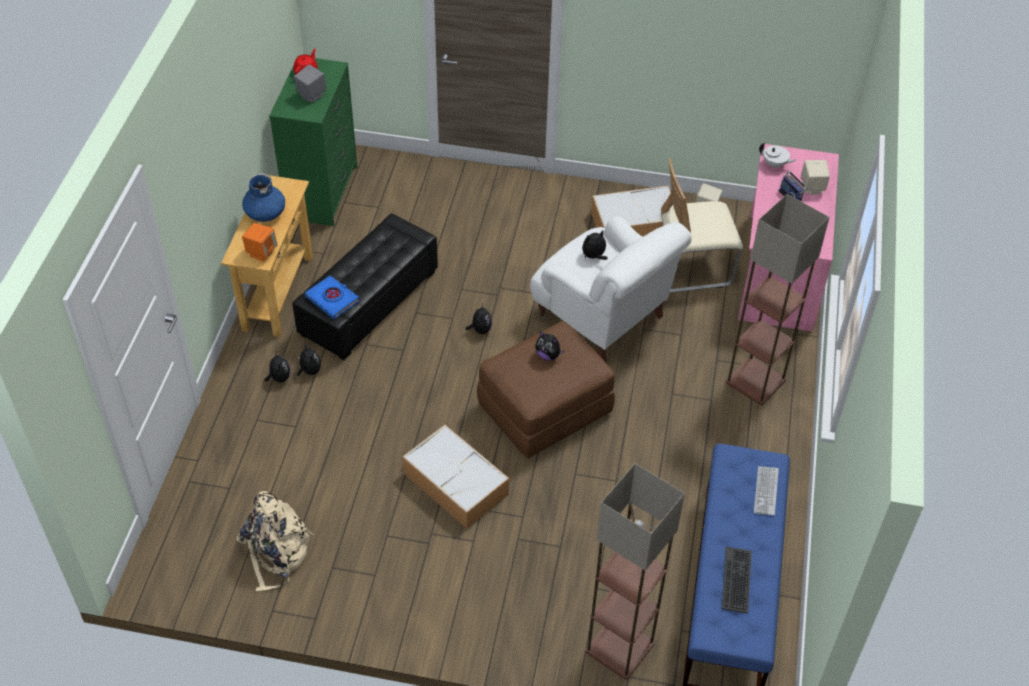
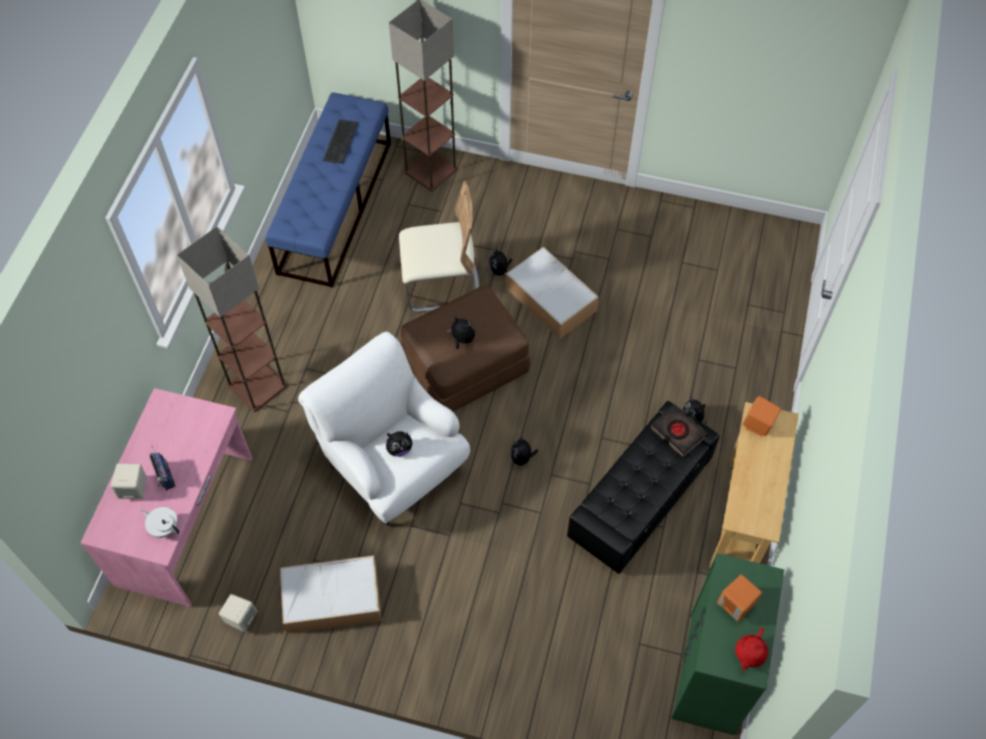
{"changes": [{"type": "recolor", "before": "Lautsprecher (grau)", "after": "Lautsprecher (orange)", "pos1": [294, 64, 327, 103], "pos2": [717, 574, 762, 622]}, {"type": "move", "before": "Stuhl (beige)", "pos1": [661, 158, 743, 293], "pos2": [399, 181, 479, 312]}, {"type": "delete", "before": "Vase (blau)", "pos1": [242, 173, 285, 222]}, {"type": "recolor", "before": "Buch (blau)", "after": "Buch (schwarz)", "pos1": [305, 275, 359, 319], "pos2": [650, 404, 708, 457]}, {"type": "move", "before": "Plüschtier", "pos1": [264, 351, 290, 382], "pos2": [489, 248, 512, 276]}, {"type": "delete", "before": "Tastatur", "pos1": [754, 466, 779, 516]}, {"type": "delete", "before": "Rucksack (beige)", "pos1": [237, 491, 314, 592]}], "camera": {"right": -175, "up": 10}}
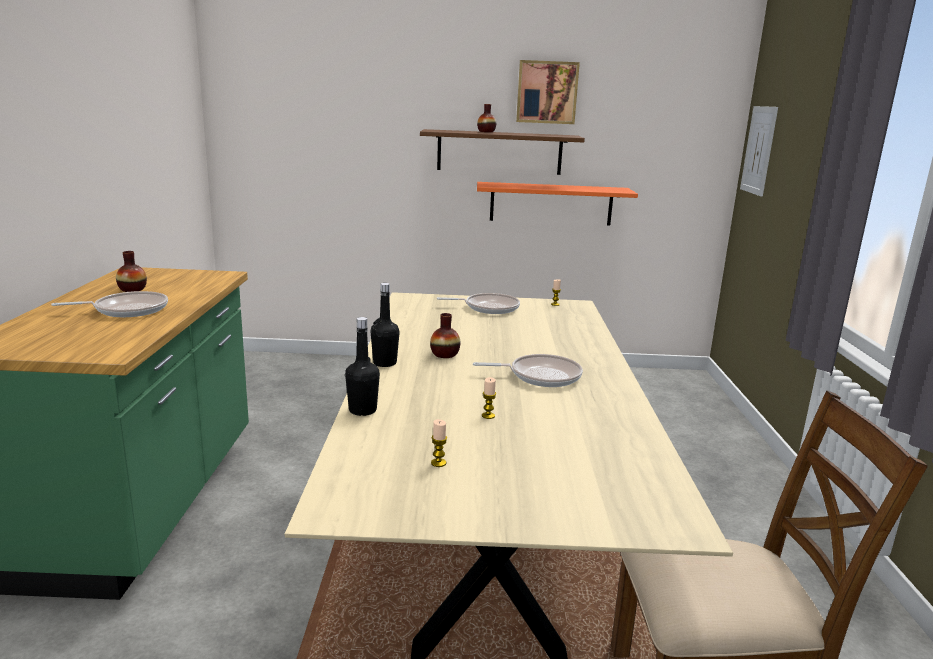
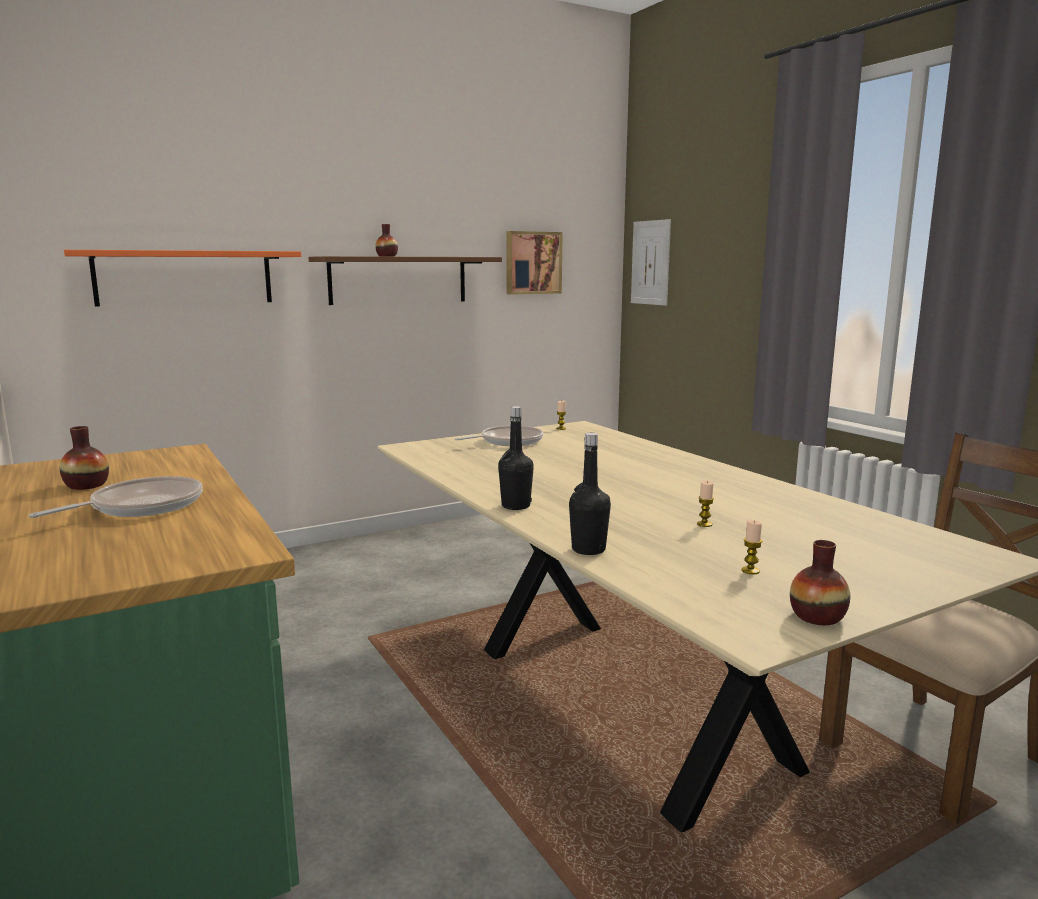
{"changes": [{"type": "move", "before": "Bild", "pos1": [516, 60, 580, 124], "pos2": [506, 231, 563, 295]}, {"type": "move", "before": "Wandregal (orange)", "pos1": [477, 182, 638, 225], "pos2": [64, 250, 301, 306]}, {"type": "move", "before": "Vase", "pos1": [430, 313, 460, 358], "pos2": [790, 540, 850, 625]}, {"type": "delete", "before": "Pfanne", "pos1": [473, 354, 583, 387]}], "camera": {"right": -30, "up": -5}}
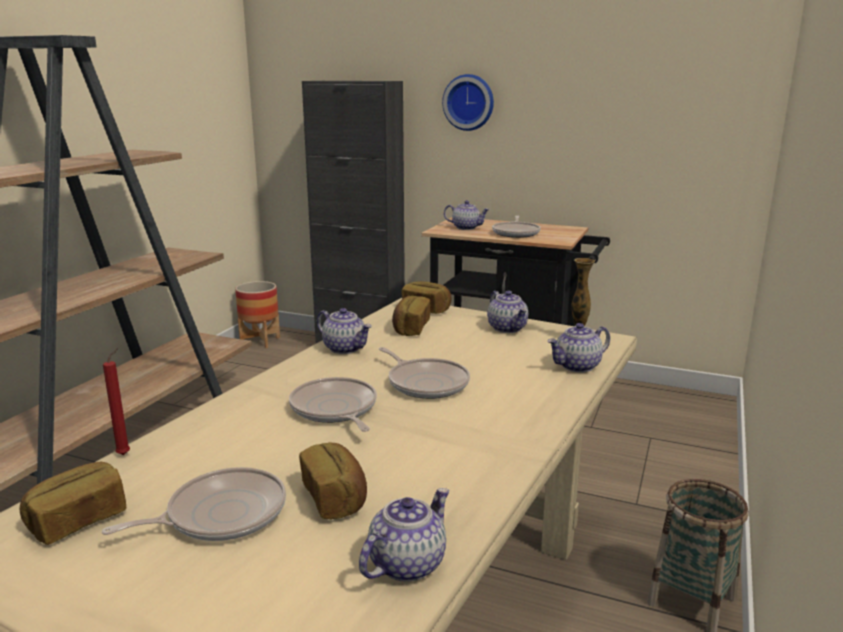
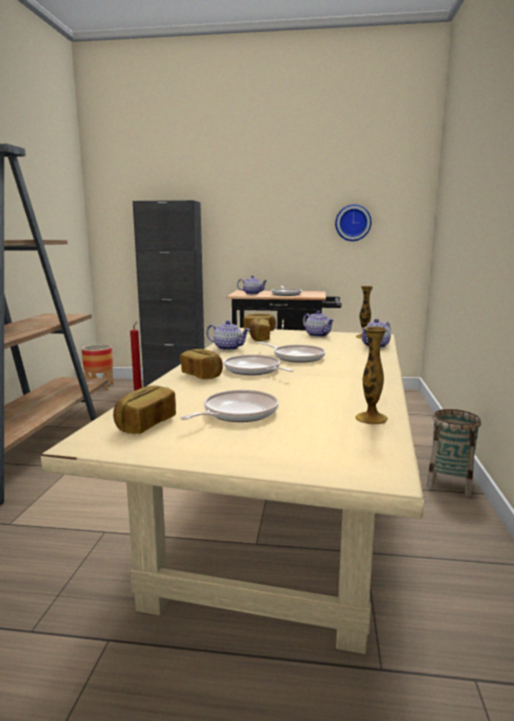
{"changes": [{"type": "move", "before": "Wanduhr", "pos1": [442, 74, 494, 131], "pos2": [335, 204, 372, 241]}, {"type": "move", "before": "Brot", "pos1": [299, 442, 367, 519], "pos2": [180, 349, 223, 379]}, {"type": "replace", "before": "Teekanne", "after": "Vase", "pos1": [359, 488, 449, 582], "pos2": [355, 326, 388, 425]}], "camera": {"right": -15, "up": -5}}
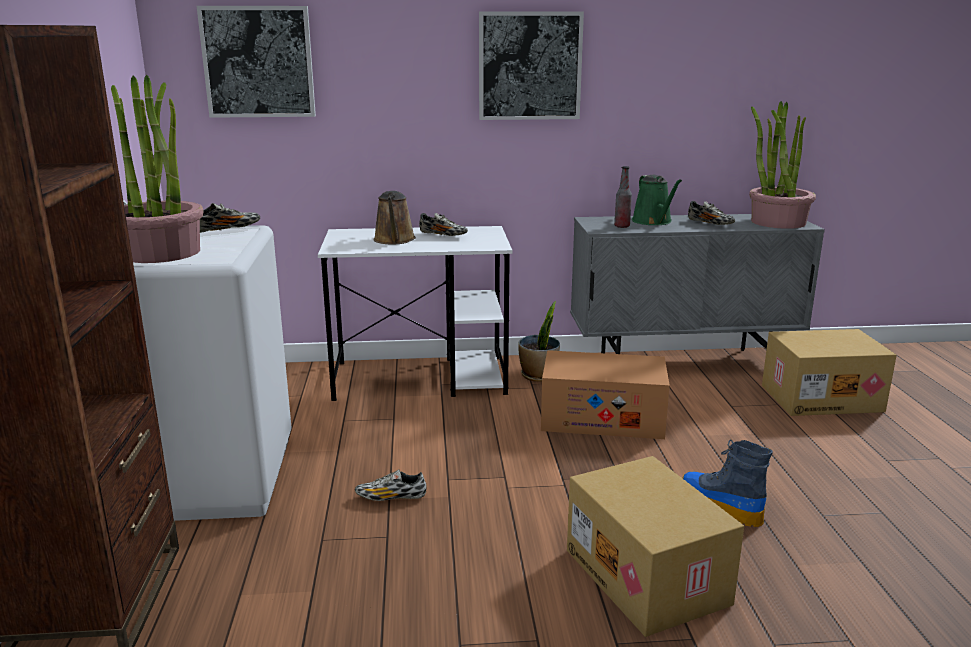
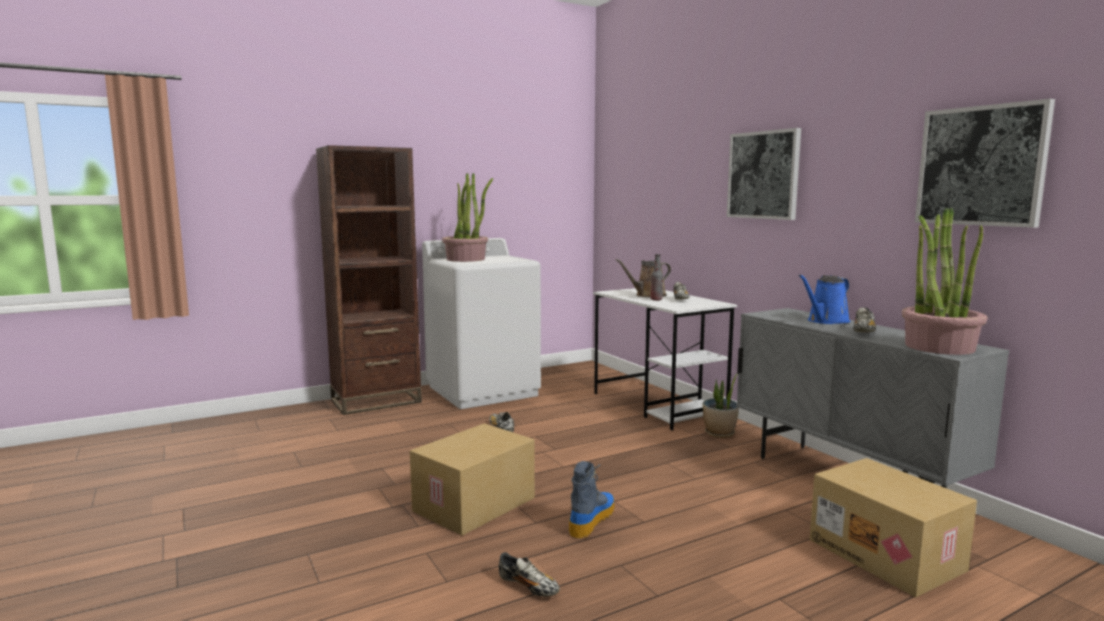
{"changes": [{"type": "move", "before": "Bild", "pos1": [197, 6, 316, 118], "pos2": [915, 99, 1055, 228]}, {"type": "move", "before": "Flasche", "pos1": [614, 166, 632, 228], "pos2": [650, 254, 663, 301]}, {"type": "recolor", "before": "Gießkanne (grün)", "after": "Gießkanne (blau)", "pos1": [632, 175, 682, 225], "pos2": [799, 275, 850, 324]}, {"type": "move", "before": "Schuh", "pos1": [200, 203, 260, 233], "pos2": [499, 552, 560, 597]}, {"type": "delete", "before": "Karton", "pos1": [541, 350, 670, 439]}], "camera": {"right": 65, "up": -10}}
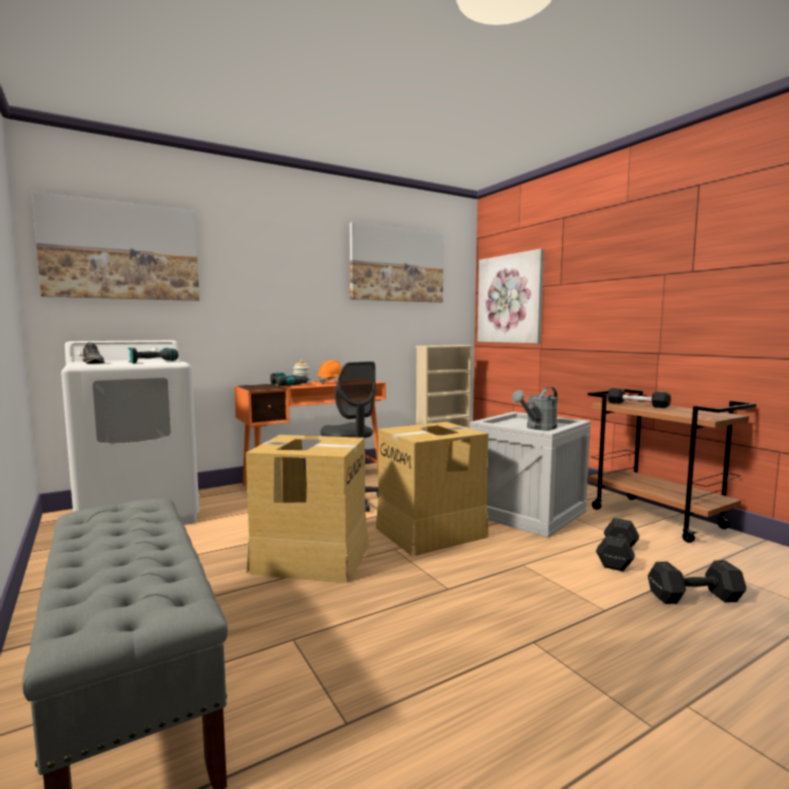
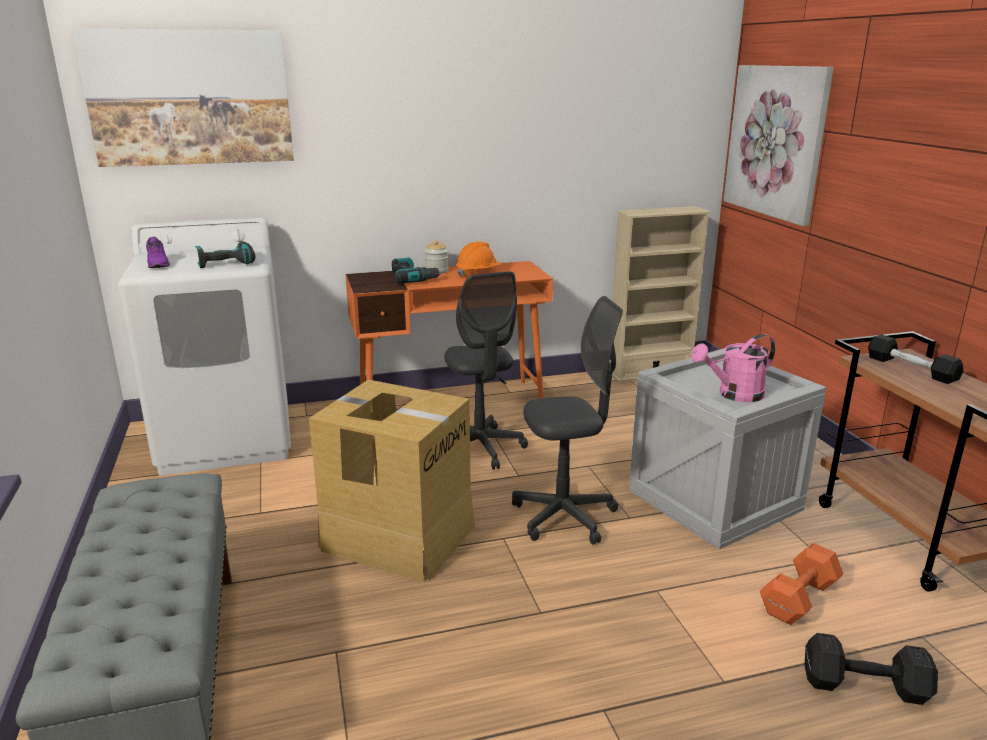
{"changes": [{"type": "delete", "before": "Bild", "pos1": [349, 222, 444, 303]}, {"type": "recolor", "before": "Schuh (grau)", "after": "Schuh (lila)", "pos1": [83, 342, 105, 364], "pos2": [146, 237, 170, 268]}, {"type": "recolor", "before": "Gießkanne (grau)", "after": "Gießkanne (rosa)", "pos1": [512, 387, 558, 431], "pos2": [691, 334, 775, 402]}, {"type": "replace", "before": "Karton", "after": "Bürostuhl (grau)", "pos1": [376, 422, 489, 556], "pos2": [512, 296, 623, 545]}, {"type": "recolor", "before": "Hantel (schwarz)", "after": "Hantel (orange)", "pos1": [596, 518, 639, 571], "pos2": [760, 543, 843, 625]}], "camera": {"right": 15, "up": 15}}
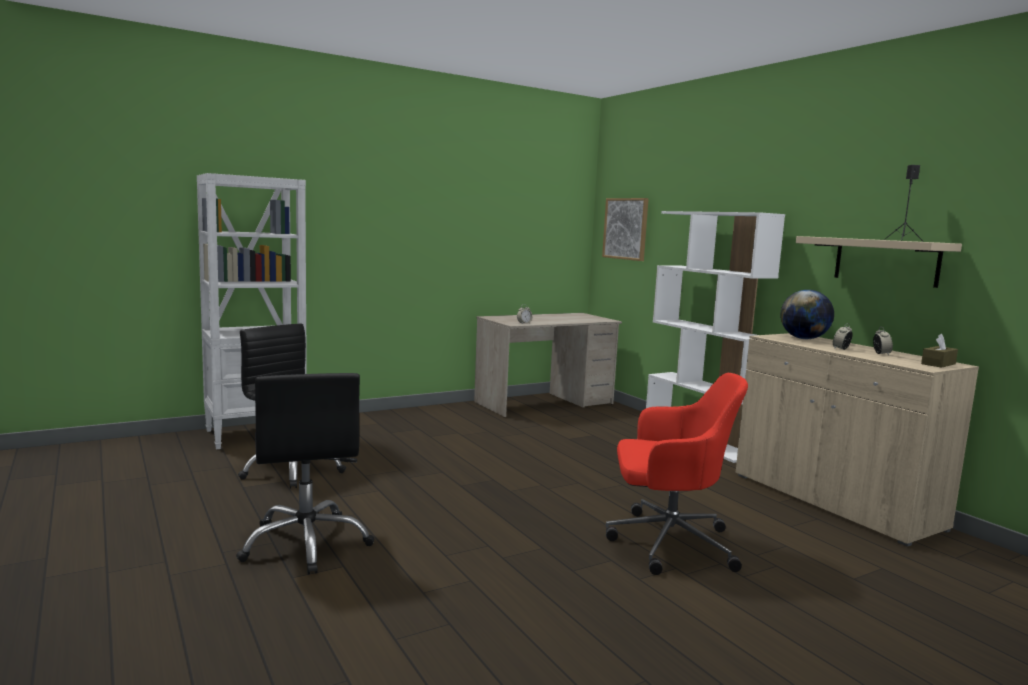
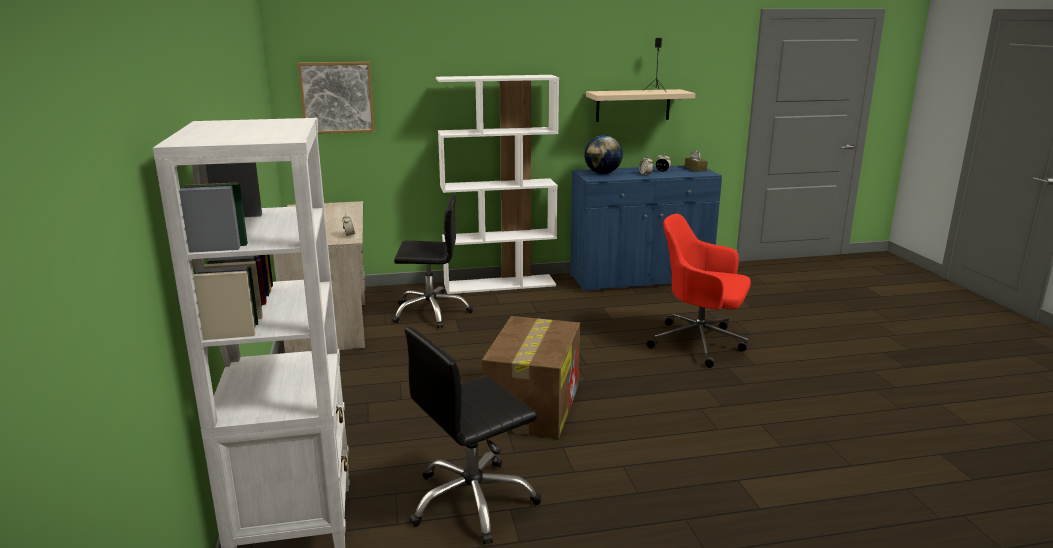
{"changes": [{"type": "recolor", "before": "Schrank (beige)", "after": "Schrank (blau)", "pos1": [736, 333, 979, 547], "pos2": [570, 165, 722, 292]}, {"type": "move", "before": "Bürostuhl (schwarz)", "pos1": [236, 373, 374, 575], "pos2": [392, 195, 473, 328]}, {"type": "rotate", "before": "Bürostuhl (rot)", "pos1": [606, 373, 748, 575], "pos2": [647, 214, 751, 368], "turn": -90}, {"type": "insert", "after": "Karton", "pos2": [482, 316, 580, 439]}], "camera": {"right": -70, "up": 10}}
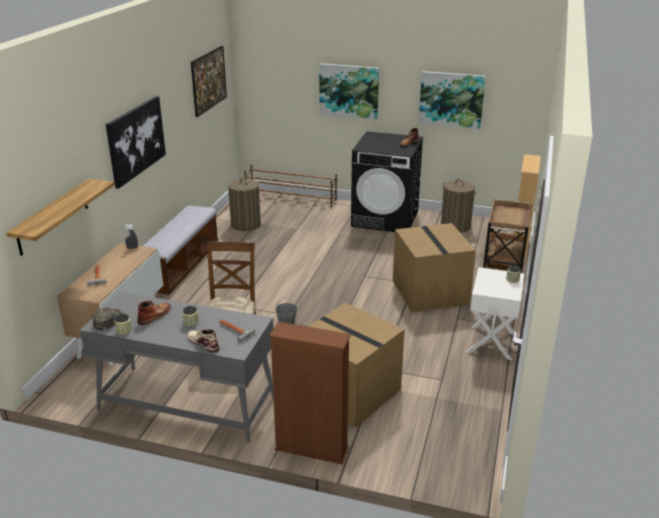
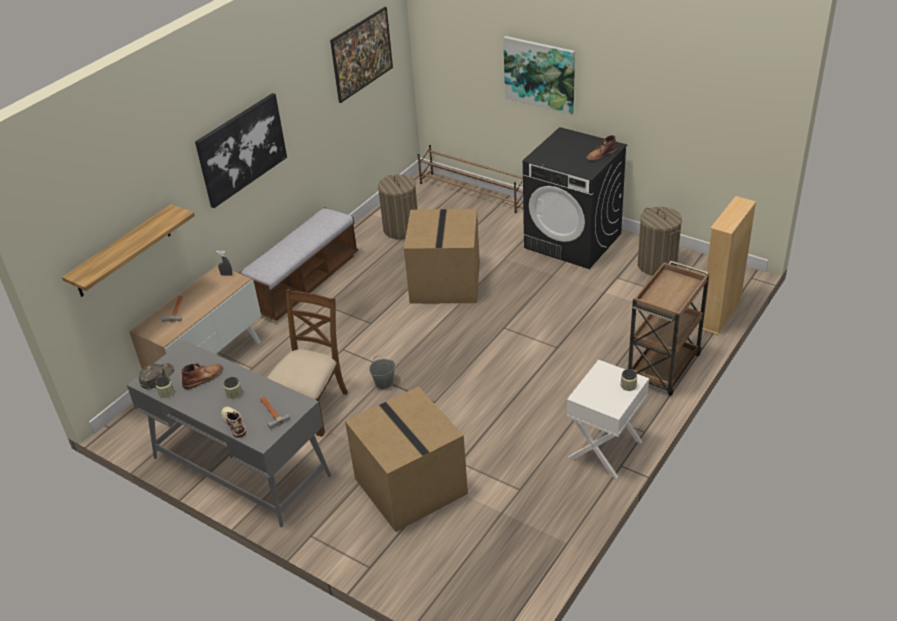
{"changes": [{"type": "delete", "before": "Bild", "pos1": [419, 71, 486, 130]}, {"type": "move", "before": "Karton", "pos1": [393, 223, 476, 312], "pos2": [404, 209, 480, 304]}, {"type": "delete", "before": "Bücherregal (braun)", "pos1": [269, 322, 351, 465]}], "camera": {"right": 20, "up": 10}}
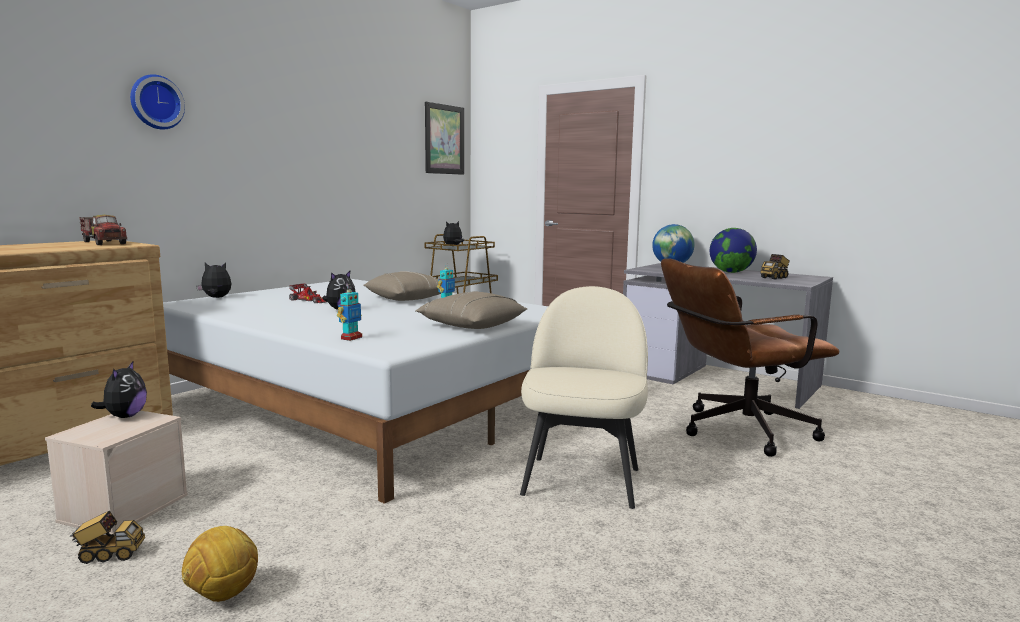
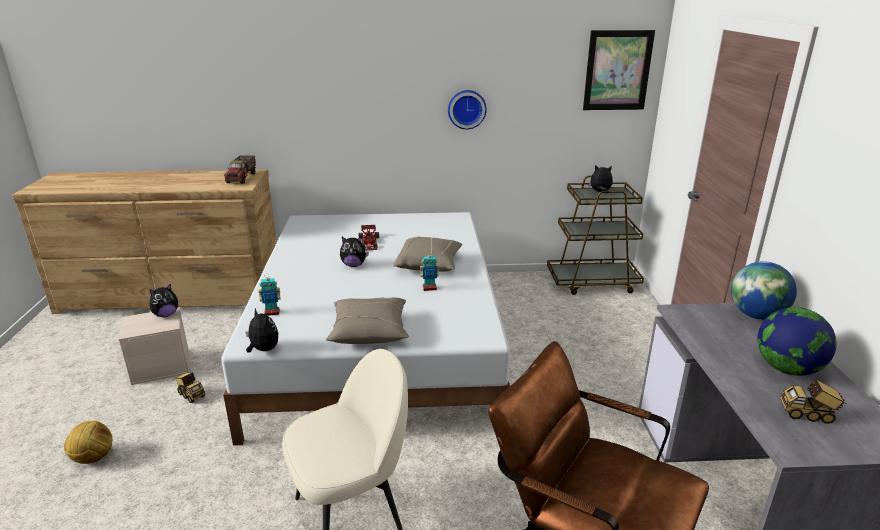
{"changes": [{"type": "move", "before": "Wanduhr", "pos1": [130, 74, 185, 130], "pos2": [448, 90, 487, 129]}, {"type": "move", "before": "Plüschtier", "pos1": [196, 263, 232, 298], "pos2": [246, 308, 278, 353]}, {"type": "move", "before": "Spielzeuglaster", "pos1": [70, 510, 145, 564], "pos2": [175, 373, 205, 403]}], "camera": {"right": 50, "up": 15}}
